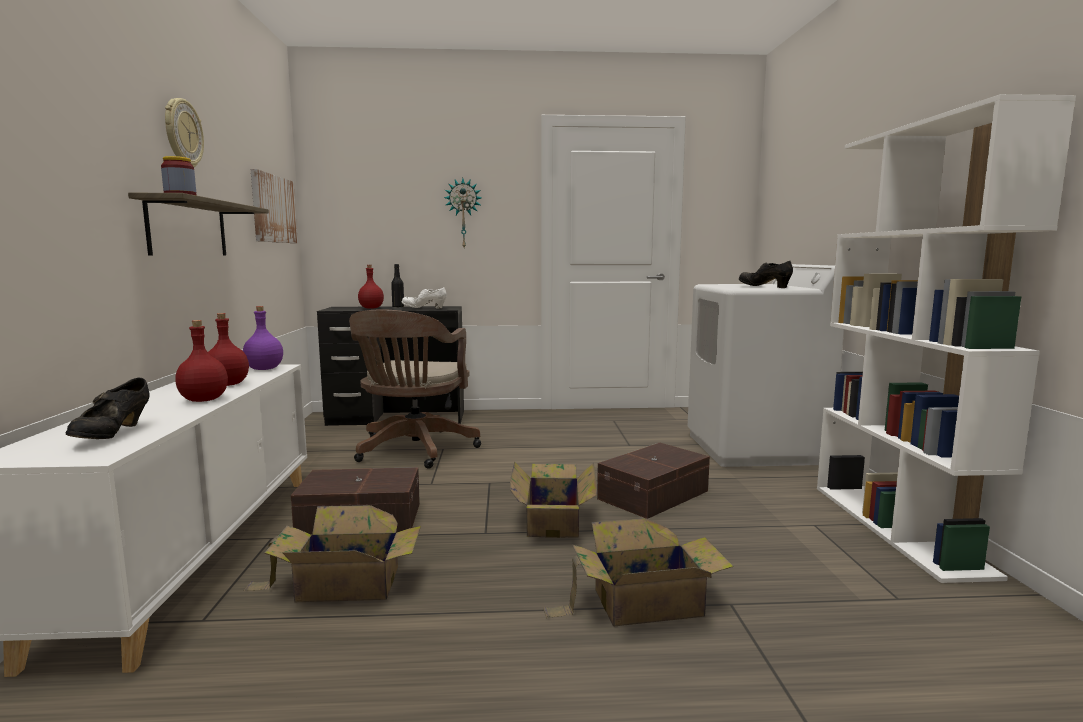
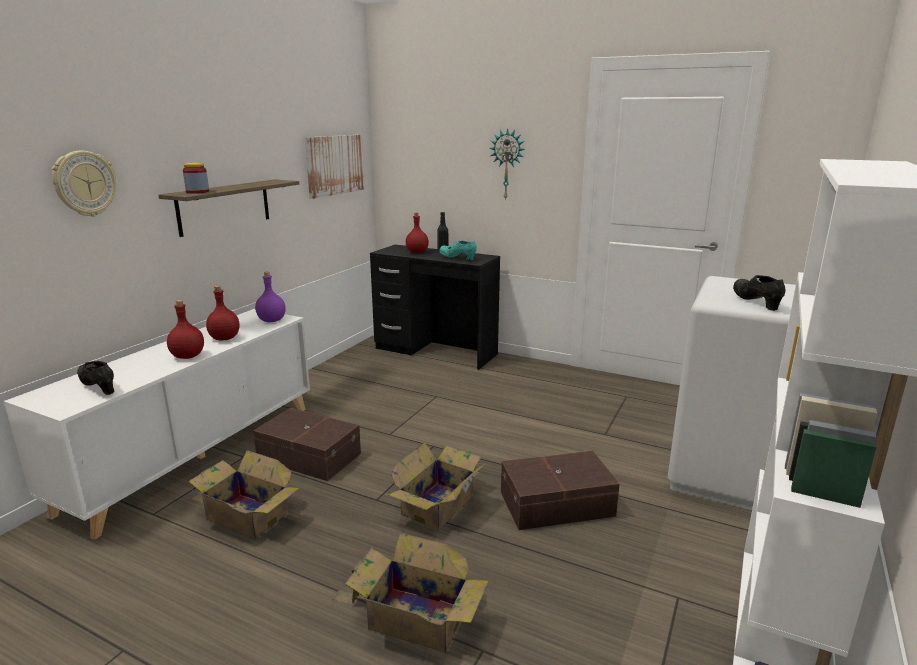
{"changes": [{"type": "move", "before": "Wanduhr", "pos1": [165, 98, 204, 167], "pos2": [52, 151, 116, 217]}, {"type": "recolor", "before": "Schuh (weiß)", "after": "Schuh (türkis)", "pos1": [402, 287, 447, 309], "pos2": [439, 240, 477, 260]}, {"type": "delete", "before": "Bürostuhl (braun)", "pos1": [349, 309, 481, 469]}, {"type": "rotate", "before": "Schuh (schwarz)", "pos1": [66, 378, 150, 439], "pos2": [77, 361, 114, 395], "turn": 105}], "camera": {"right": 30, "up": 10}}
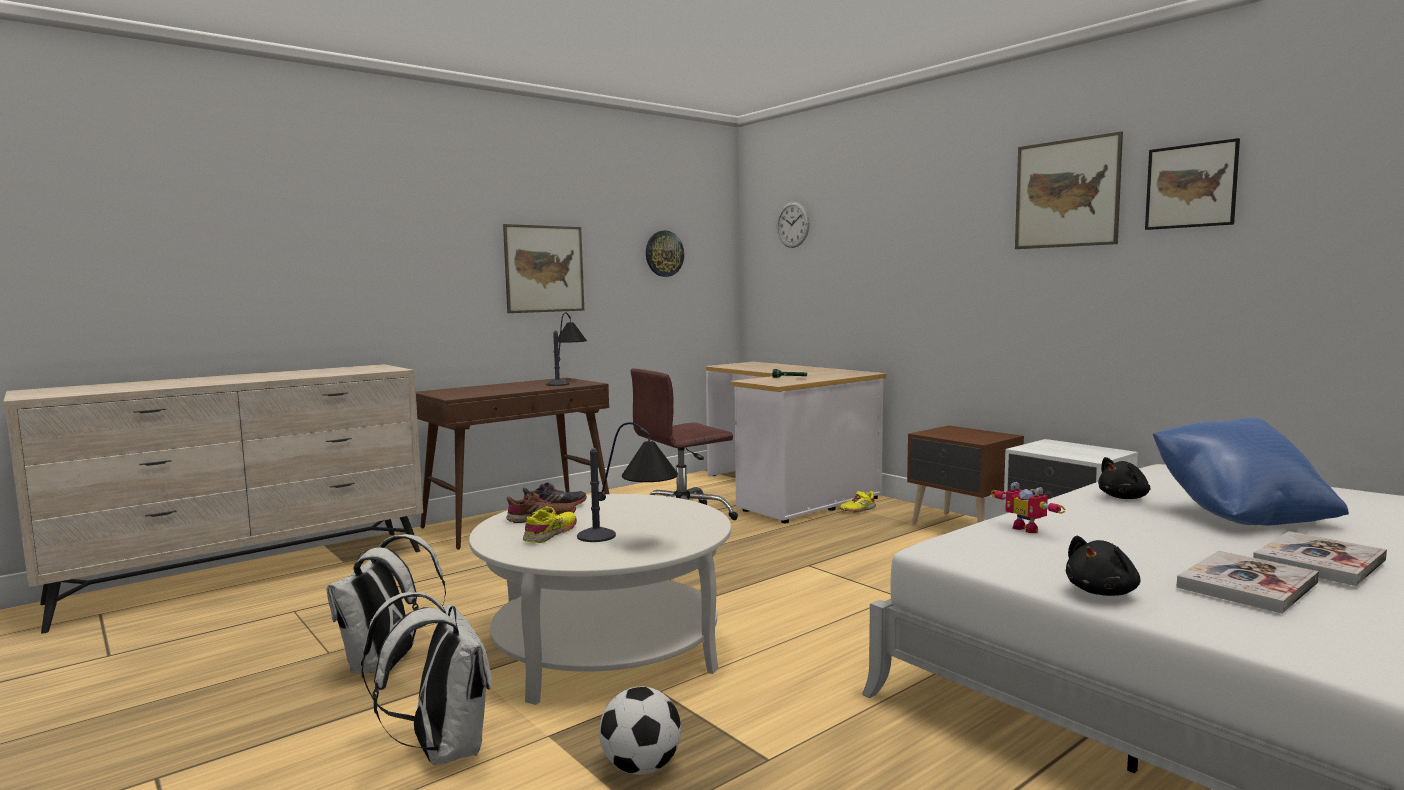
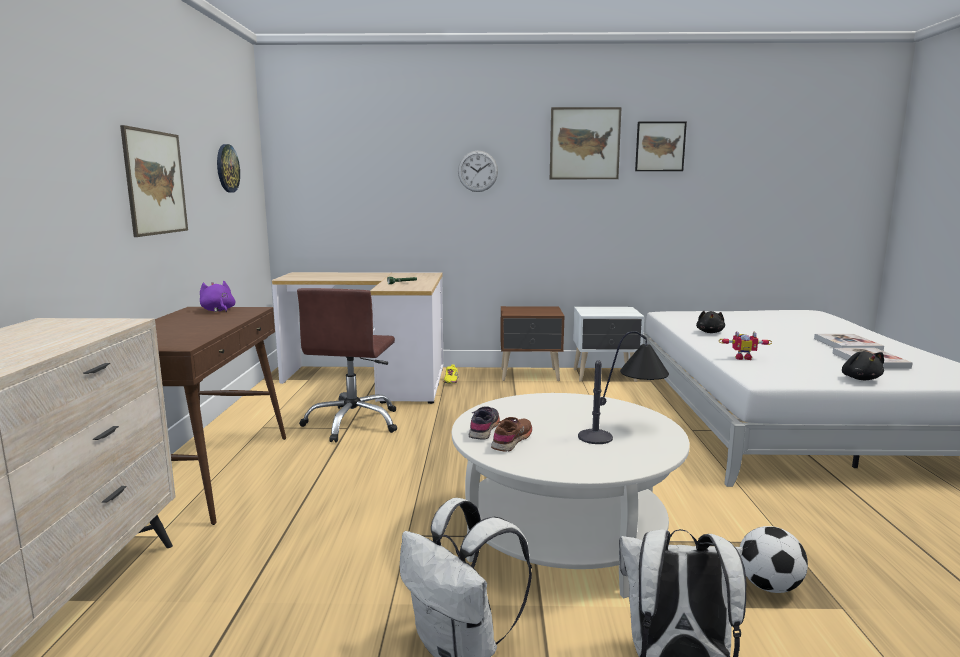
{"changes": [{"type": "move", "before": "Wanduhr", "pos1": [777, 202, 810, 248], "pos2": [458, 151, 498, 192]}, {"type": "replace", "before": "Tischlampe", "after": "Plüschtier (lila)", "pos1": [546, 312, 587, 386], "pos2": [200, 281, 235, 312]}, {"type": "delete", "before": "Kissen (blau)", "pos1": [1153, 418, 1349, 526]}, {"type": "delete", "before": "Schuh (gelb)", "pos1": [523, 507, 577, 543]}], "camera": {"right": -50, "up": 5}}
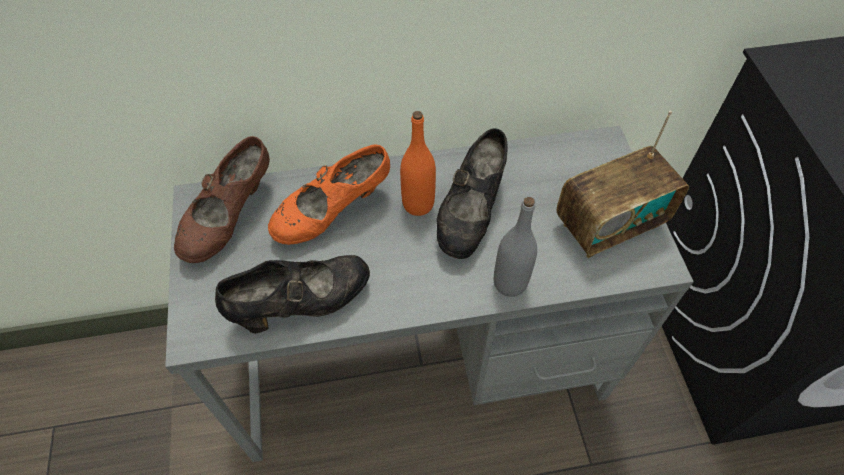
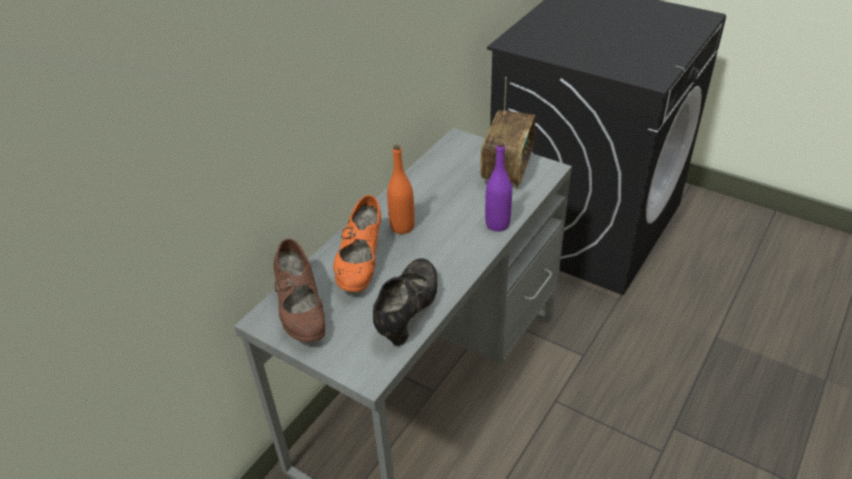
{"changes": [{"type": "delete", "before": "Schuh (schwarz)", "pos1": [437, 128, 508, 259]}, {"type": "recolor", "before": "Flasche (grau)", "after": "Flasche (lila)", "pos1": [494, 197, 537, 297], "pos2": [485, 142, 512, 231]}], "camera": {"right": -45, "up": -15}}
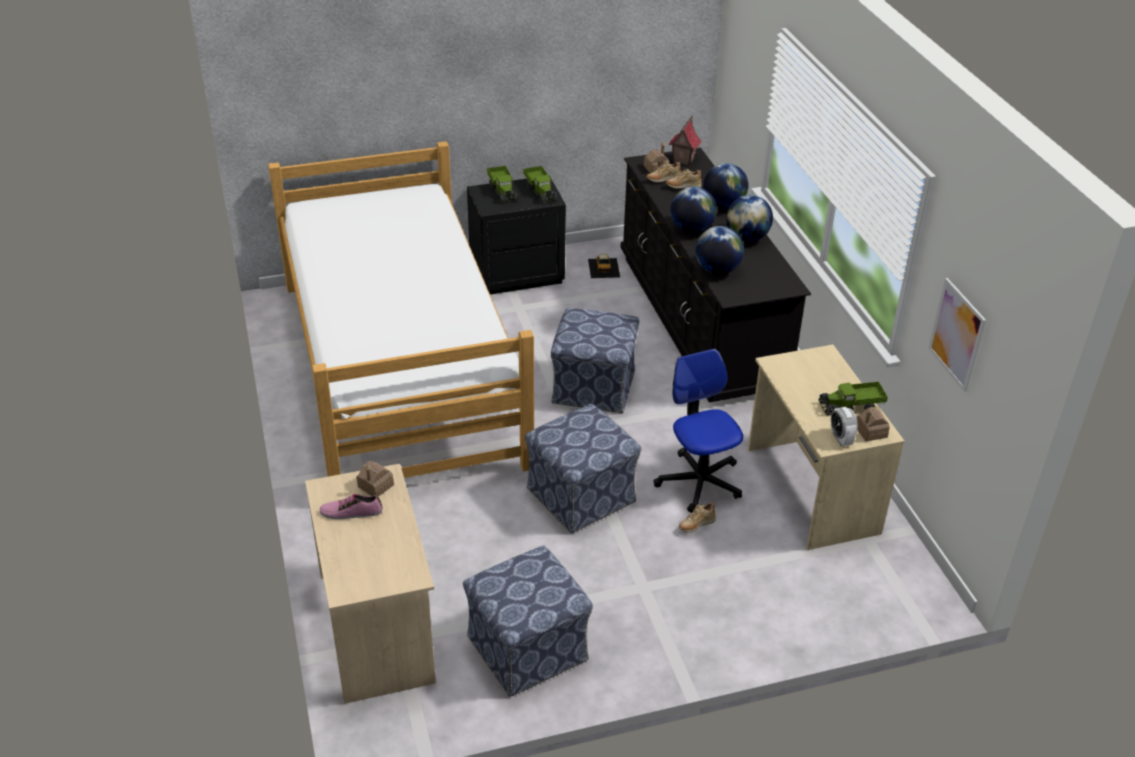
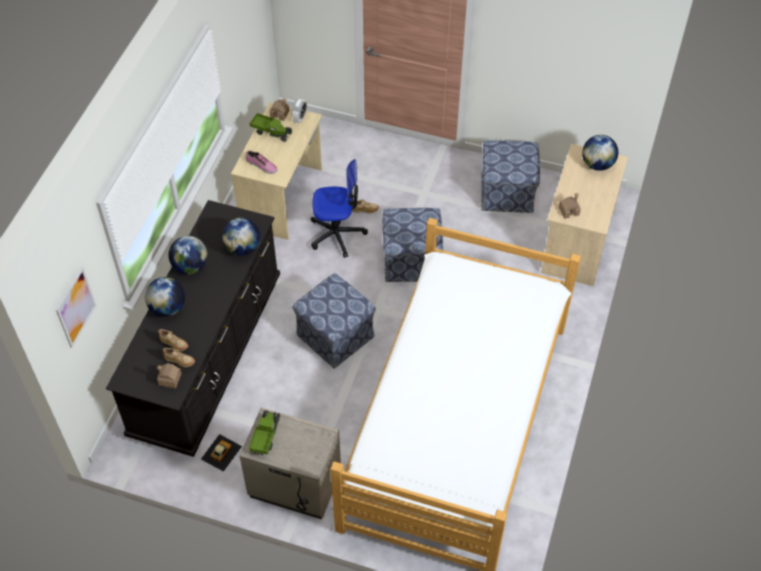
{"changes": [{"type": "delete", "before": "Spielzeughaus", "pos1": [669, 116, 701, 166]}, {"type": "delete", "before": "Spielzeuglaster", "pos1": [487, 166, 517, 204]}, {"type": "recolor", "before": "Nachttisch (schwarz)", "after": "Nachttisch (beige)", "pos1": [467, 176, 566, 294], "pos2": [240, 408, 341, 519]}, {"type": "move", "before": "Globus", "pos1": [670, 187, 717, 233], "pos2": [582, 135, 618, 171]}, {"type": "move", "before": "Bild", "pos1": [928, 278, 986, 392], "pos2": [56, 267, 96, 348]}, {"type": "rotate", "before": "Bürostuhl", "pos1": [653, 349, 743, 513], "pos2": [311, 159, 368, 258], "turn": -105}, {"type": "move", "before": "Schuh", "pos1": [320, 494, 382, 519], "pos2": [246, 151, 277, 174]}], "camera": {"right": -145, "up": 15}}
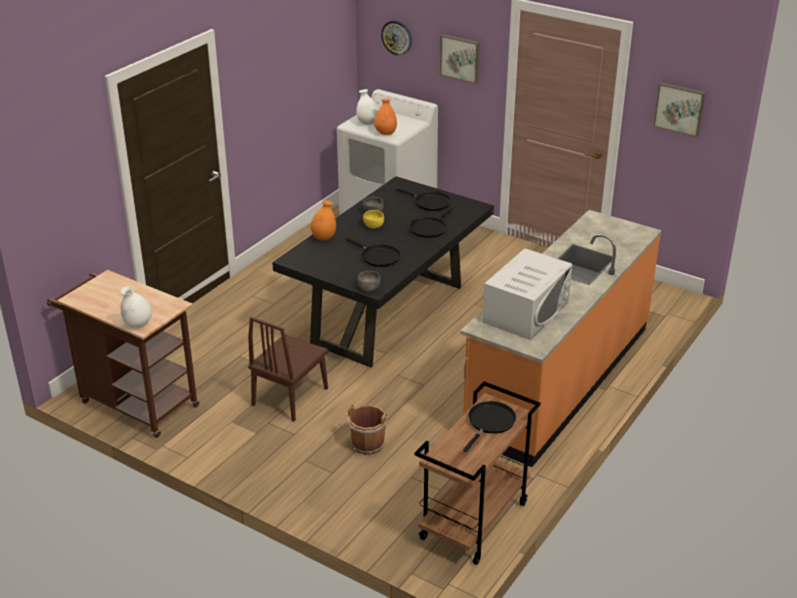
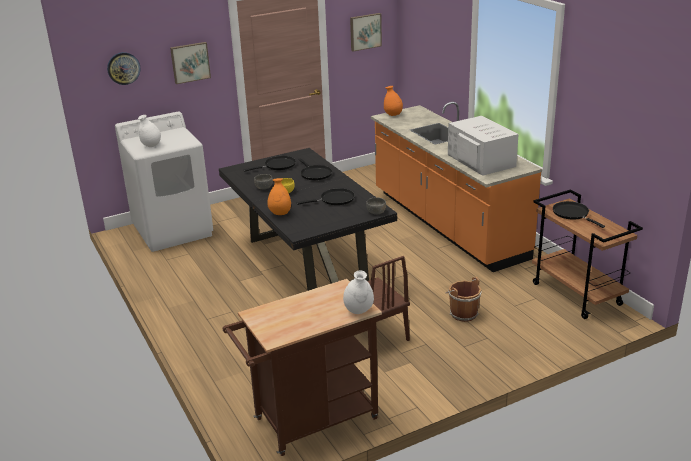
{"changes": [{"type": "move", "before": "Vase (orange)", "pos1": [374, 99, 397, 135], "pos2": [384, 86, 403, 116]}], "camera": {"right": -60, "up": -5}}
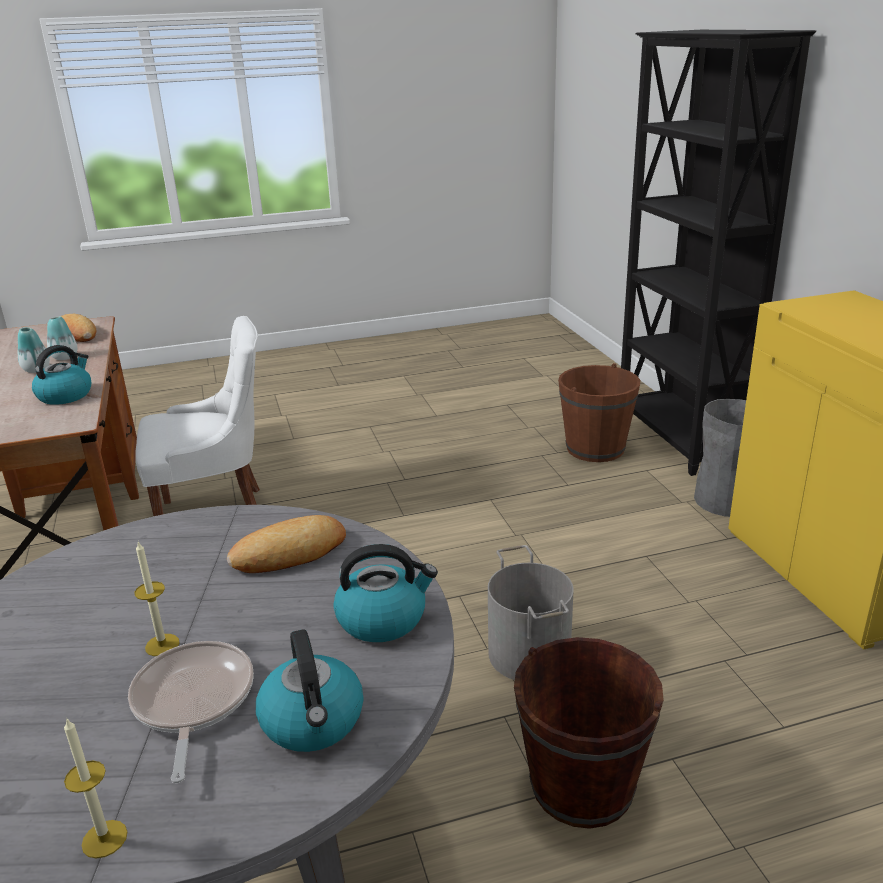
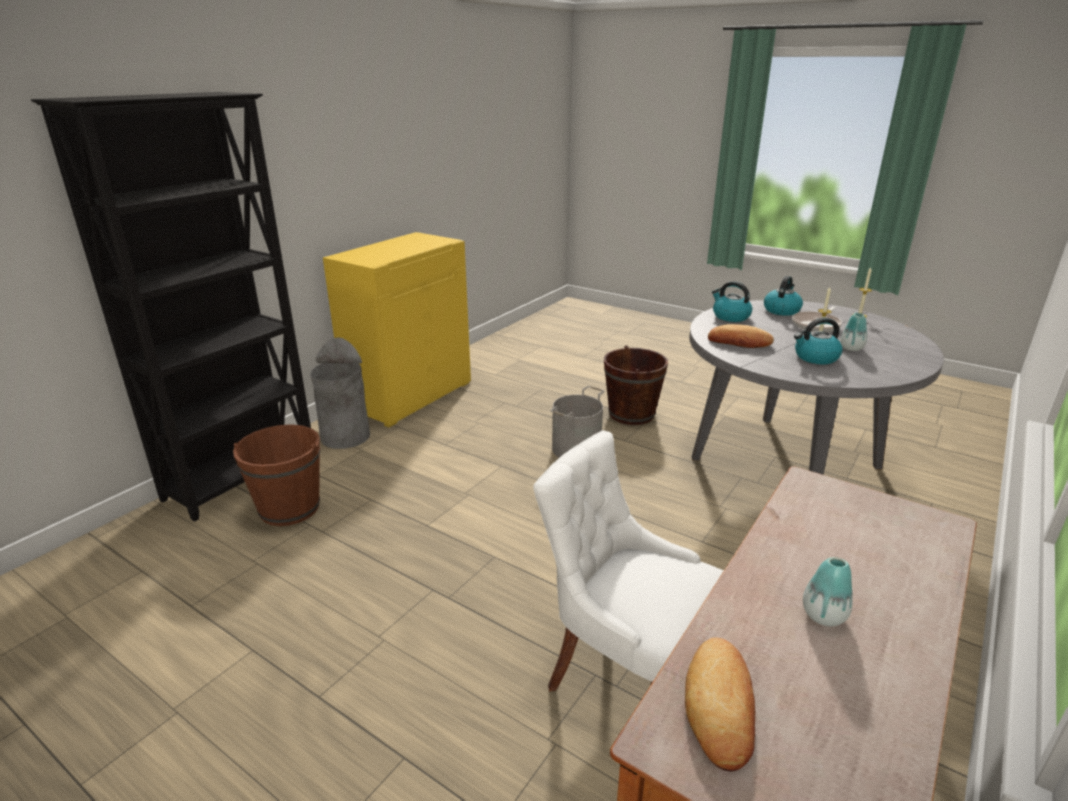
{"changes": [{"type": "move", "before": "Vase", "pos1": [47, 316, 77, 360], "pos2": [841, 313, 867, 351]}, {"type": "move", "before": "Wasserkessel", "pos1": [32, 345, 91, 405], "pos2": [794, 318, 843, 364]}], "camera": {"right": -130, "up": 0}}
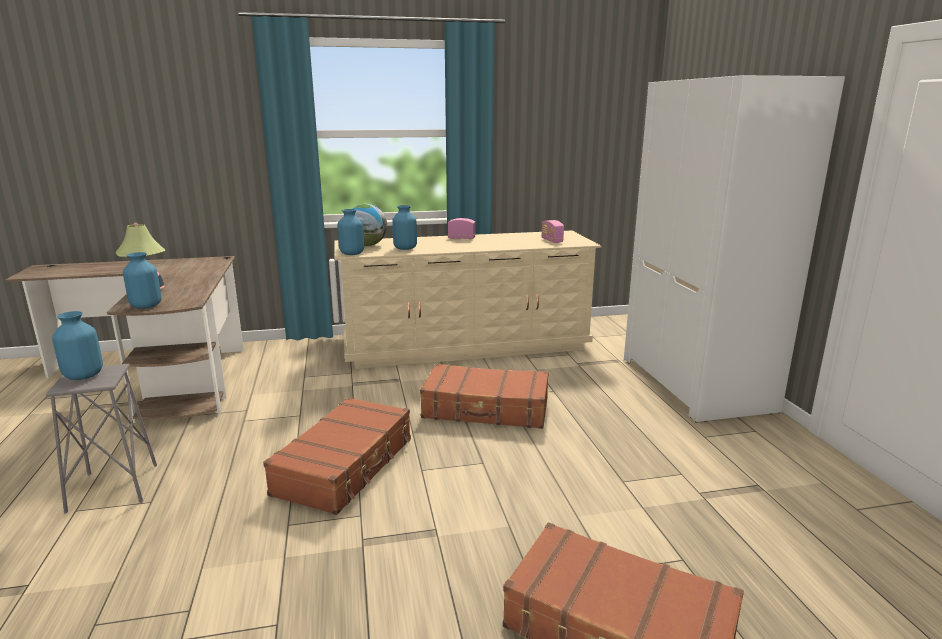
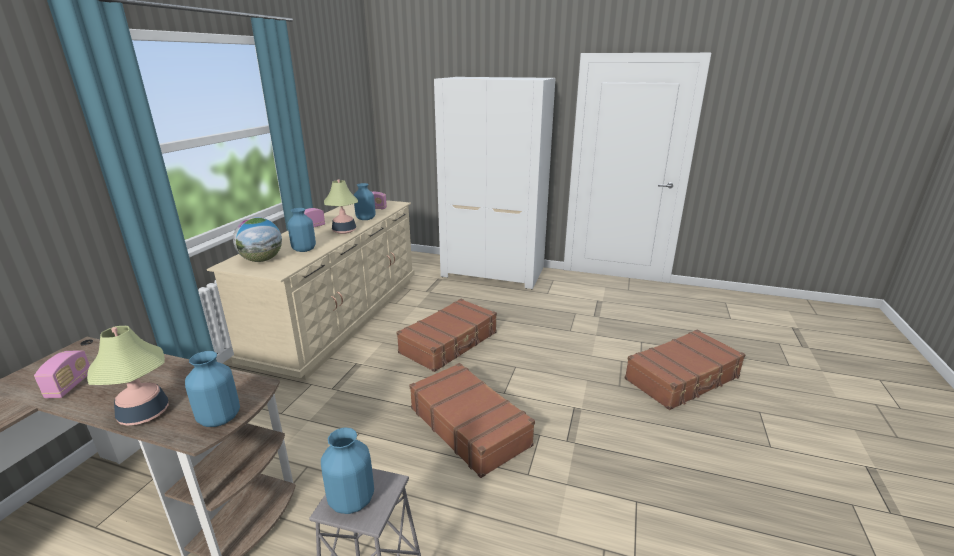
{"changes": [{"type": "move", "before": "Vase (blau)", "pos1": [337, 209, 364, 255], "pos2": [354, 183, 376, 220]}, {"type": "insert", "after": "Tischlampe", "pos2": [324, 179, 358, 234]}, {"type": "insert", "after": "Radio", "pos2": [34, 350, 90, 398]}], "camera": {"right": -60, "up": 5}}
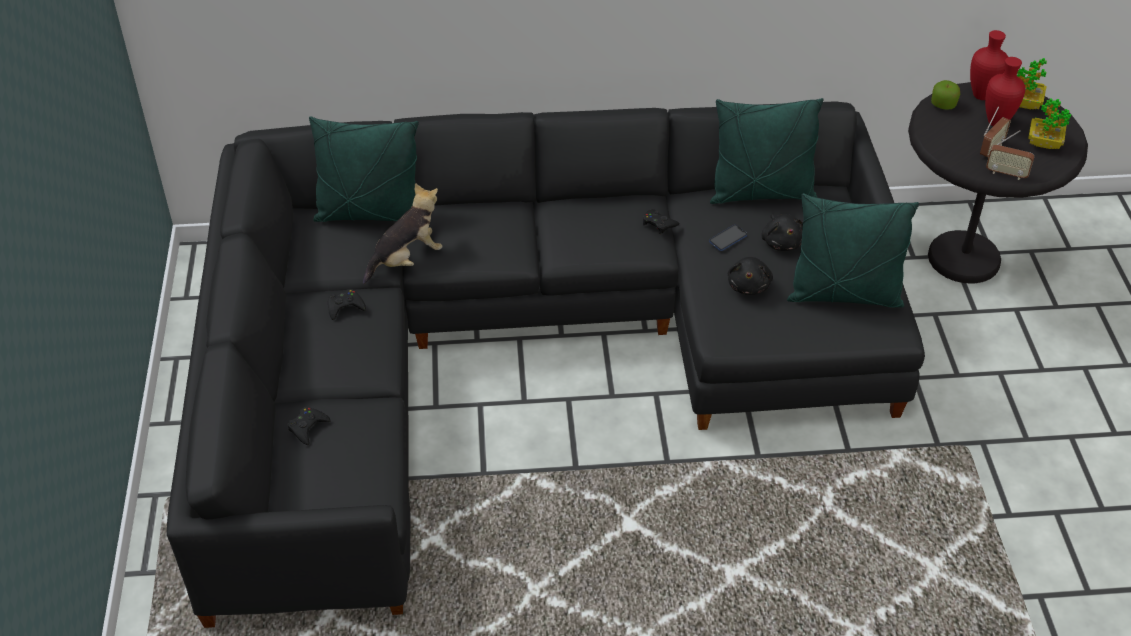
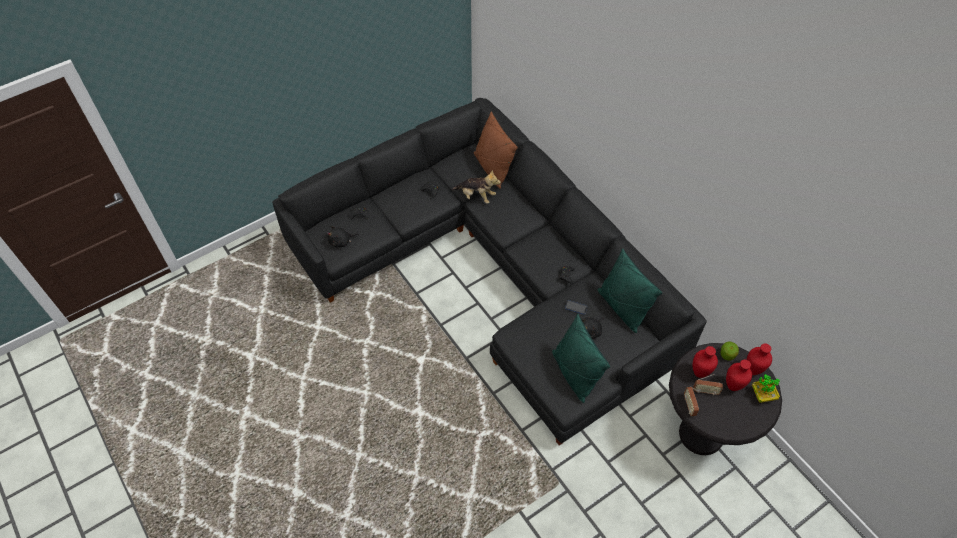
{"changes": [{"type": "delete", "before": "Topfpflanze", "pos1": [1028, 98, 1071, 149]}, {"type": "recolor", "before": "Kissen (grün)", "after": "Kissen (braun)", "pos1": [309, 116, 419, 222], "pos2": [474, 111, 518, 189]}, {"type": "move", "before": "Plüschtier (schwarz)", "pos1": [728, 256, 773, 295], "pos2": [327, 226, 359, 247]}, {"type": "insert", "after": "Vase (rot)", "pos2": [693, 346, 718, 378]}], "camera": {"right": 60, "up": 10}}
